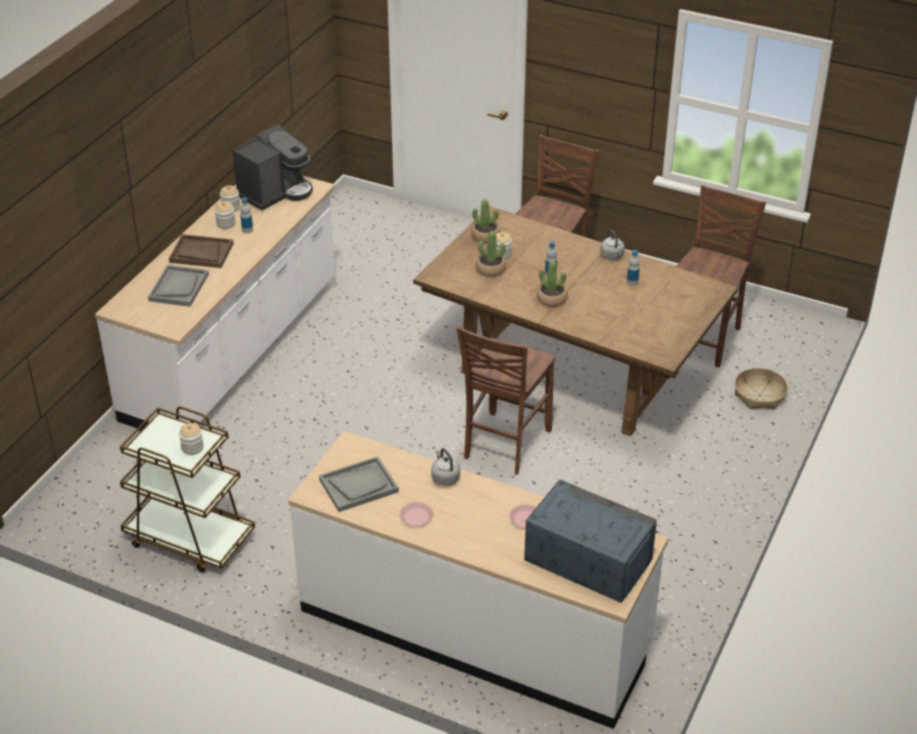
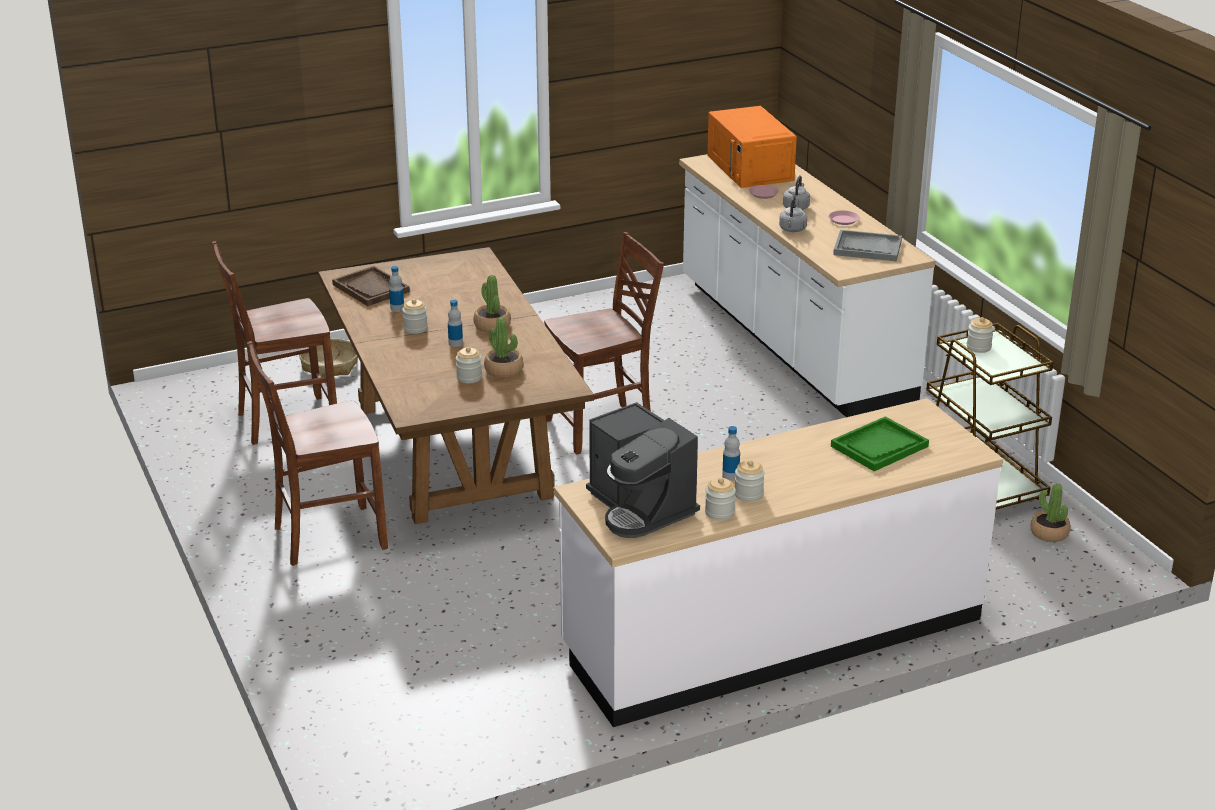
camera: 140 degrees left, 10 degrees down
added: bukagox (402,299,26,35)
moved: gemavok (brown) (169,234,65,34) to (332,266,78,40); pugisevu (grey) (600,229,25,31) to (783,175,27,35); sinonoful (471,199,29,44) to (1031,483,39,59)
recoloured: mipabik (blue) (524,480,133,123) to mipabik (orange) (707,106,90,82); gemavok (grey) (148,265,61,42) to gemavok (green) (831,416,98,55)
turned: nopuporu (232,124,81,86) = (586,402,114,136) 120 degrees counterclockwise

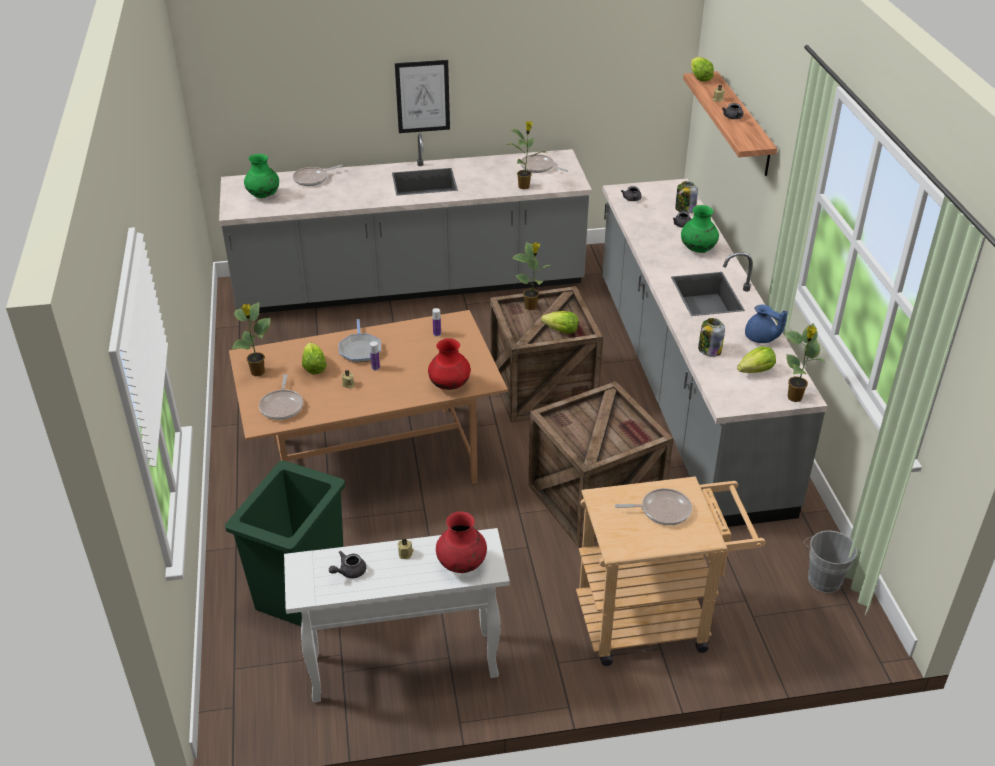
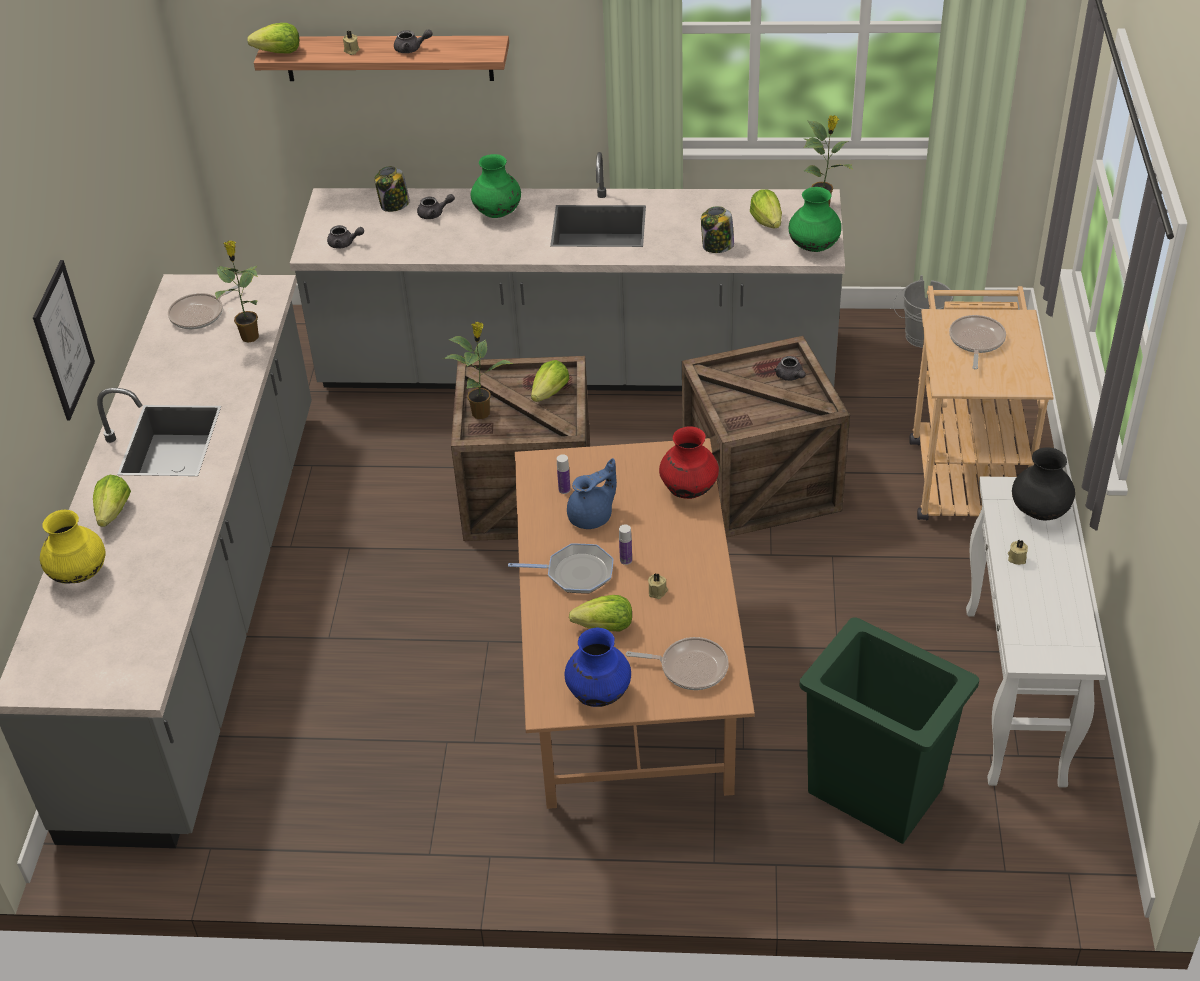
camera: 75 degrees left, 5 degrees up
added: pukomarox (93,475,38,52)
moved: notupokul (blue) (745,305,43,38) to (567,458,50,71); notupokul (grey) (329,551,37,27) to (774,356,32,25); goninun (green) (244,154,35,44) to (789,187,52,65)
replaced: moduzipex (293,165,50,21) to goninun (yellow) (40,510,66,74); sinonoful (231,302,39,74) to goninun (blue) (565,628,66,79)
recoloured: goninun (red) (436,511,51,62) to goninun (black) (1012,447,63,73)

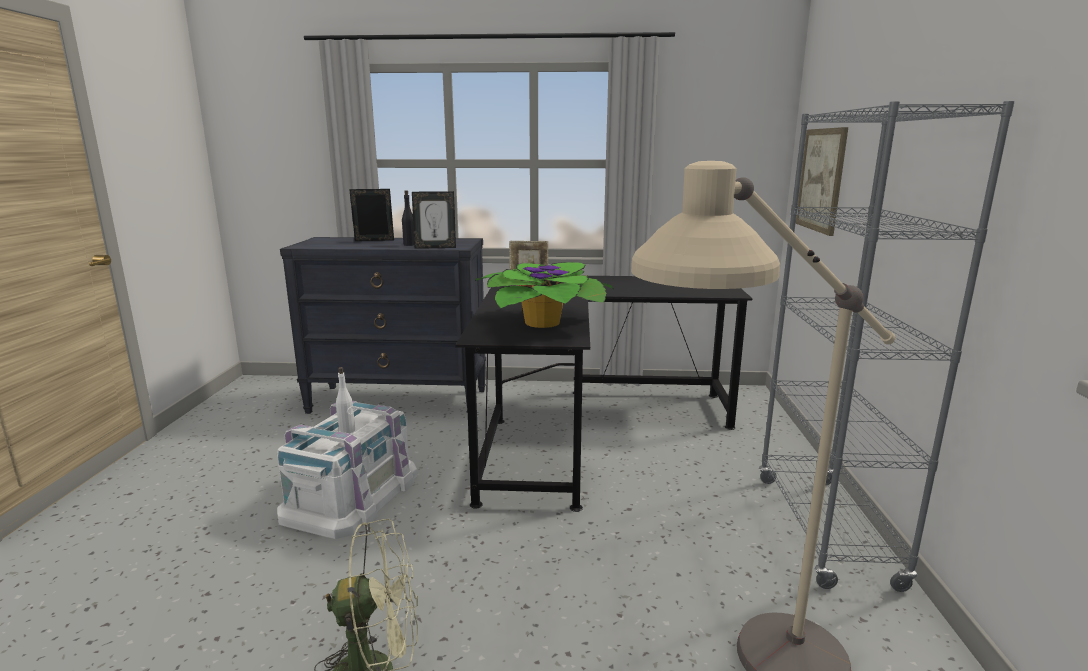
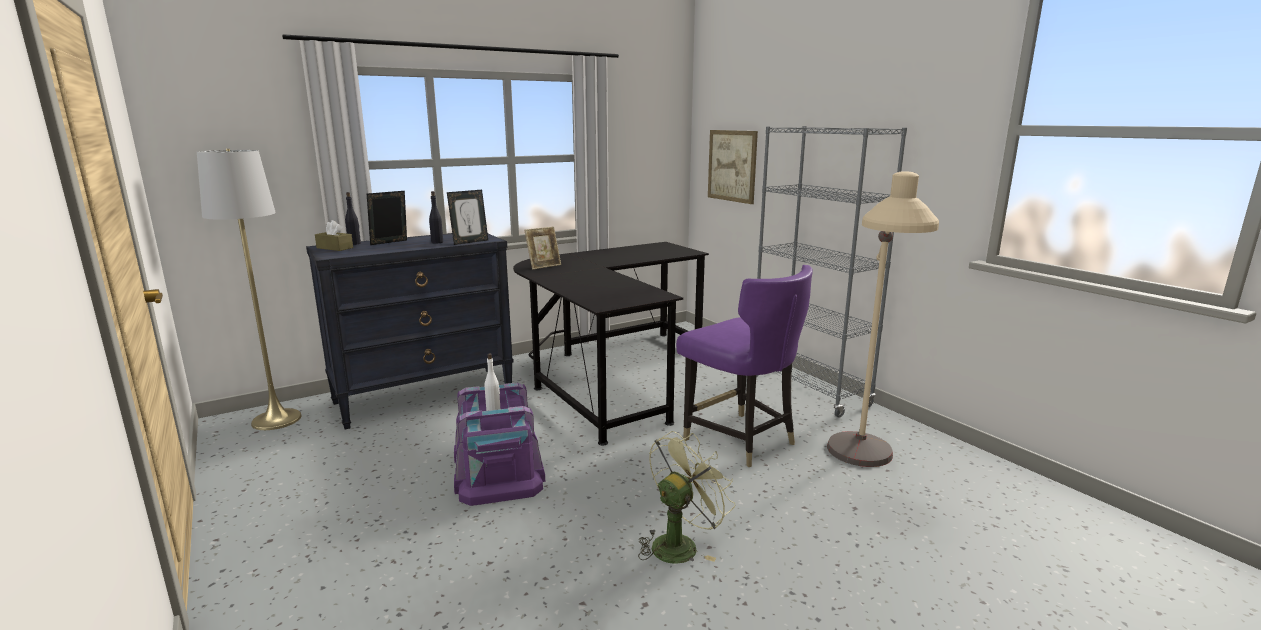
camera: 35 degrees left, 0 degrees up
removed: sinonoful (475,262,139,66)
added: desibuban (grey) (197,149,105,281); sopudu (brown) (315,220,38,31); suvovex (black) (345,192,16,53); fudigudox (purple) (676,265,137,202)
recoloured: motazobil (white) (277,401,140,138) to motazobil (purple) (454,382,91,124)

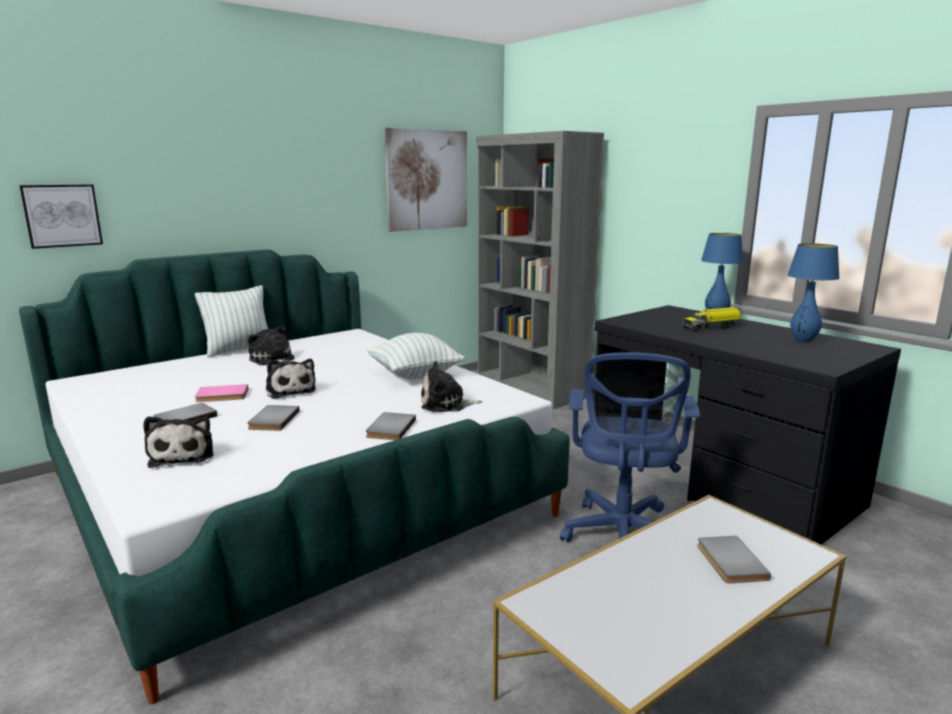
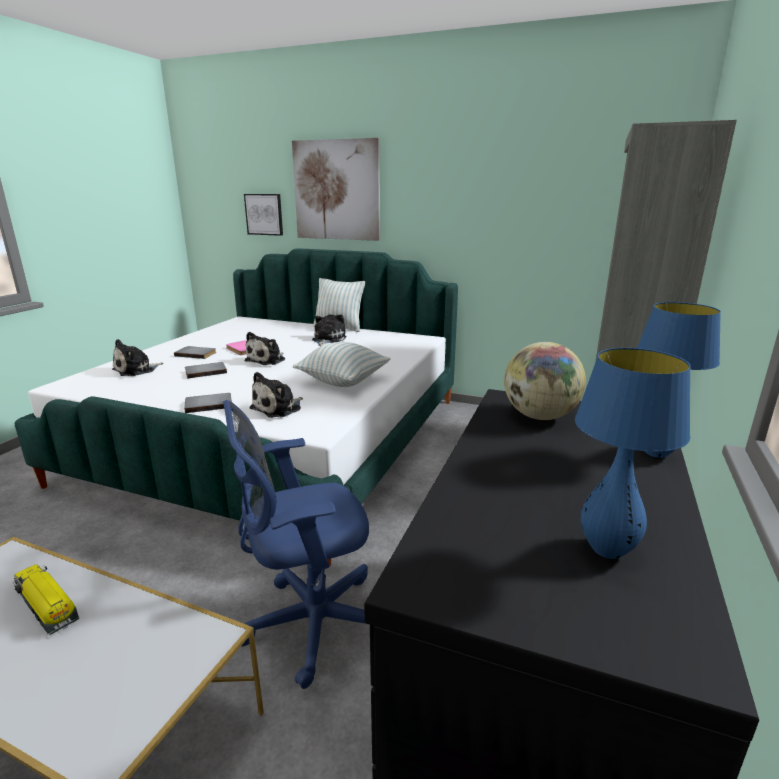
camera: 60 degrees right, 5 degrees up
removed: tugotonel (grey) (697,536,74,47)
added: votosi (504,342,82,78)
moved: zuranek (683,307,59,25) to (13,564,66,71); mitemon (384,128,83,104) to (292,138,88,103)
turned: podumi (421,361,61,51) = (250,372,53,46) 105 degrees counterclockwise

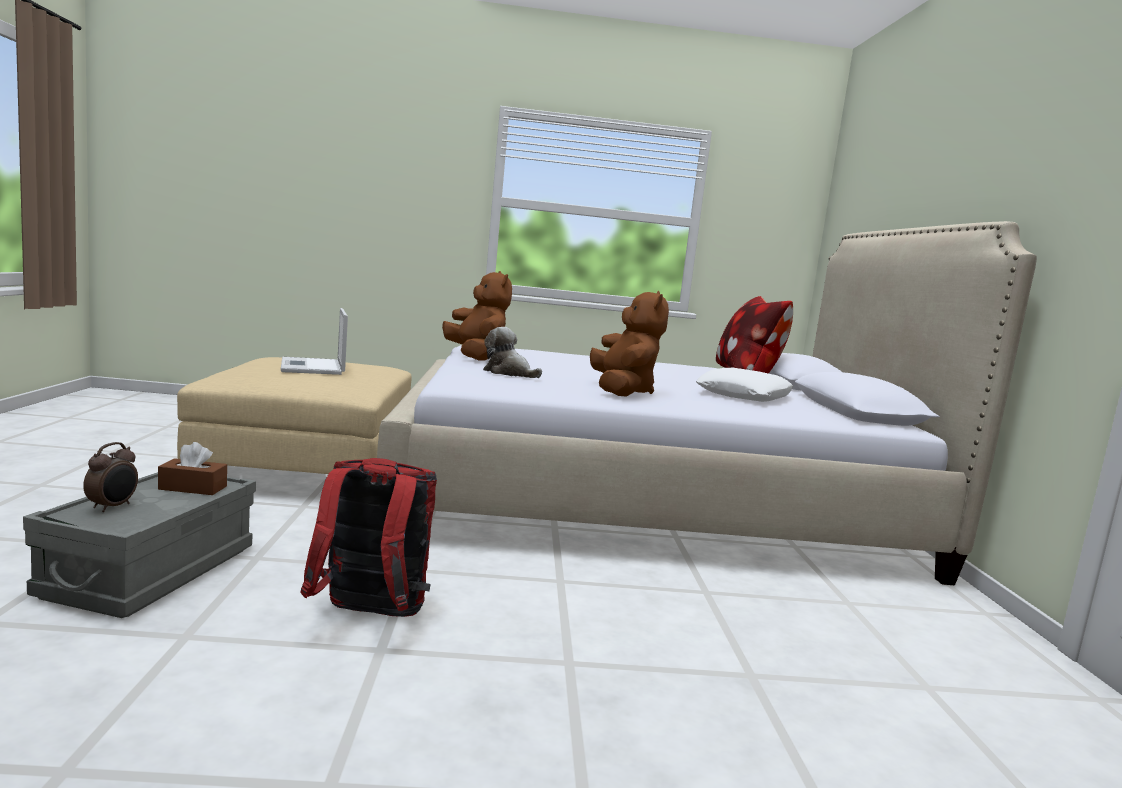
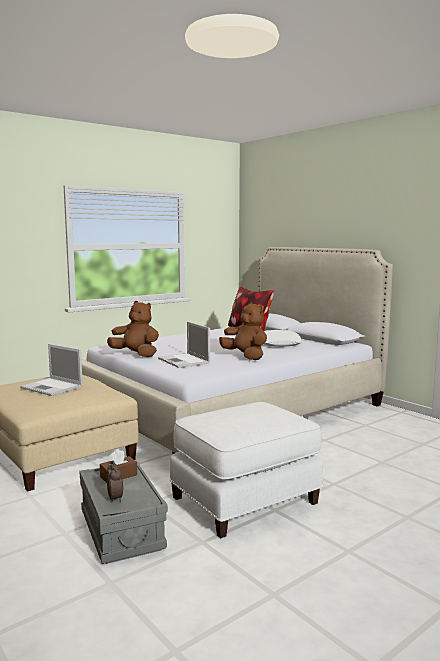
camera: 35 degrees left, 0 degrees up
replaced: podumi (483,327,59,51) to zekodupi (158,322,52,46); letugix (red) (300,458,137,159) to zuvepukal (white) (170,402,153,136)

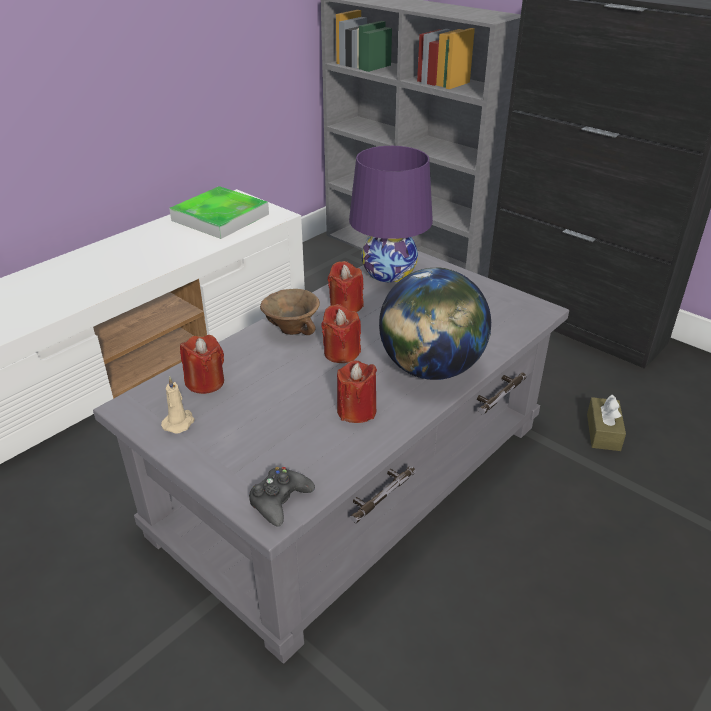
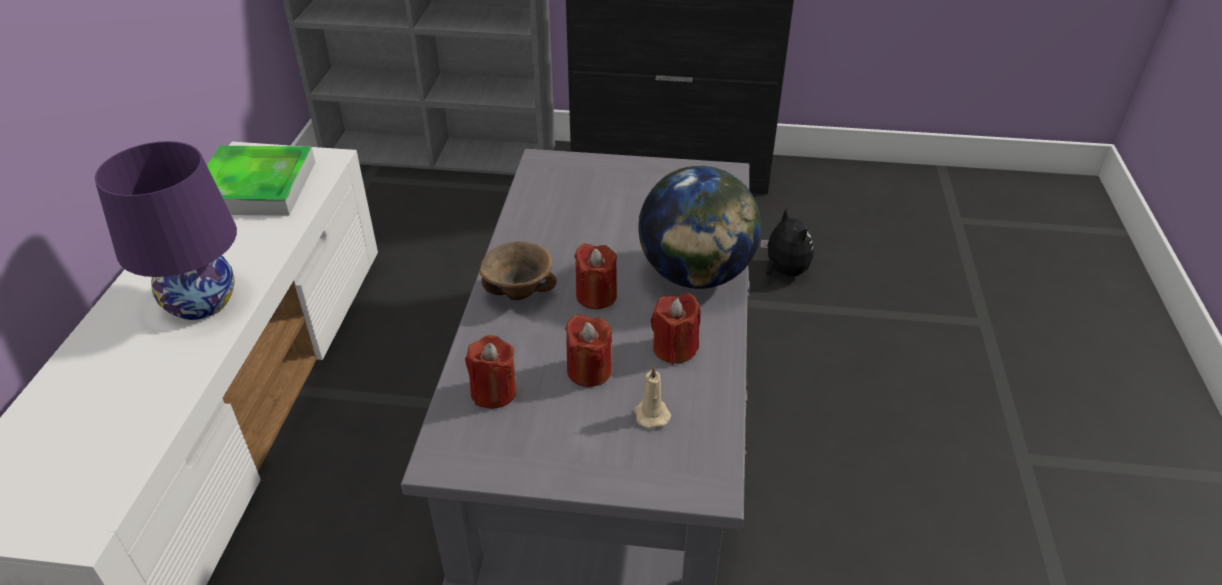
camera: 35 degrees left, 5 degrees up
removed: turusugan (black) (249,467,66,59)
moved: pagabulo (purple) (349,146,84,136) to (95,141,142,179); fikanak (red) (328,261,36,51) to (565,314,47,73); fikanak (beige) (161,377,34,57) to (634,365,37,64)
replaced: sopudu (brown) (587,394,39,57) to podumi (760,209,53,67)

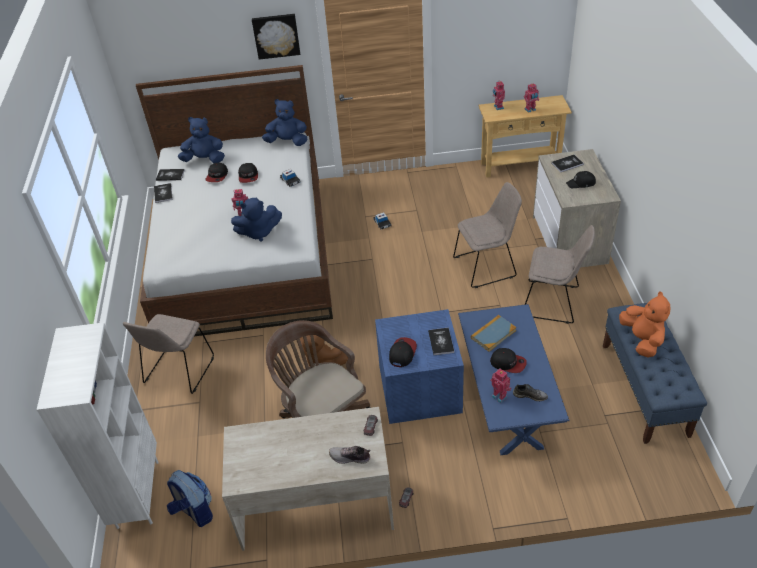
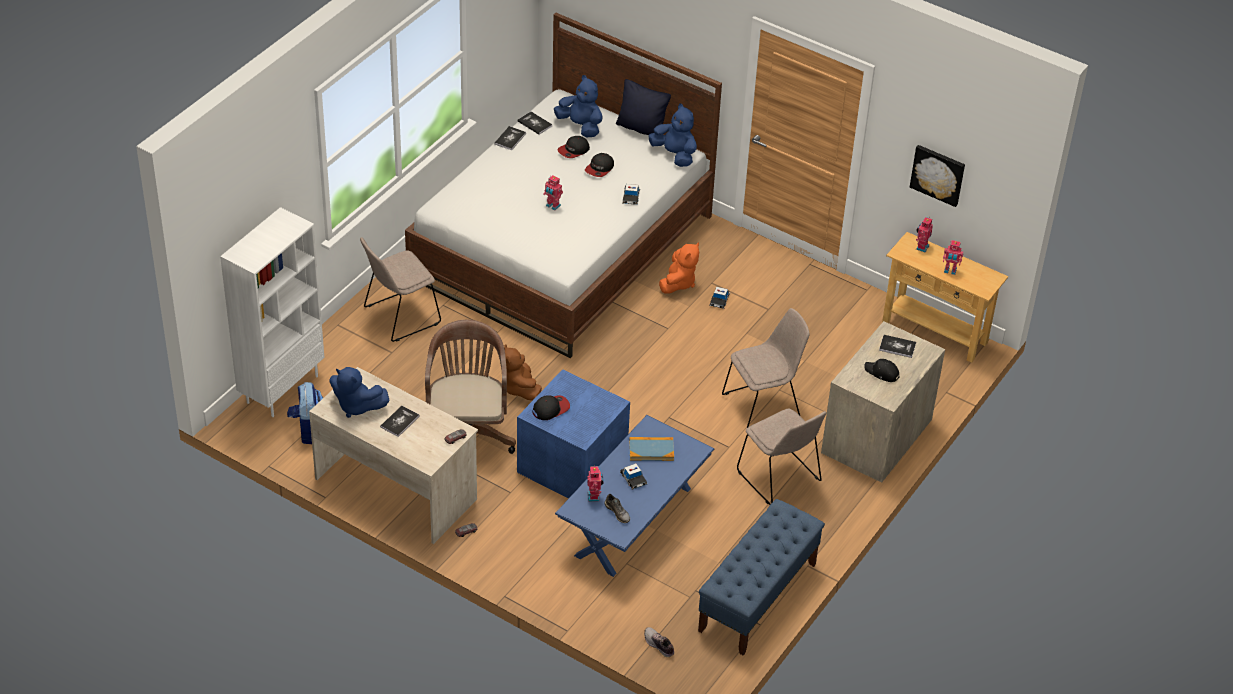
camera: 35 degrees right, 0 degrees up
added: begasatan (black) (616,79,55,56)
moved: podumi (blue) (231,198,51,43) to (329,367,61,51); tugotonel (428,327,26,28) to (380,406,40,31); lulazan (329,446,41,18) to (644,627,30,30); podumi (orange) (619,291,51,66) to (659,242,40,51); mitemon (252,14,48,46) to (910,145,55,62)
replaced: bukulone (490,348,37,25) to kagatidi (620,463,27,27)
turned: fudigudox (beige) (453,182,69,106) = (722,308,88,120) 45 degrees counterclockwise

